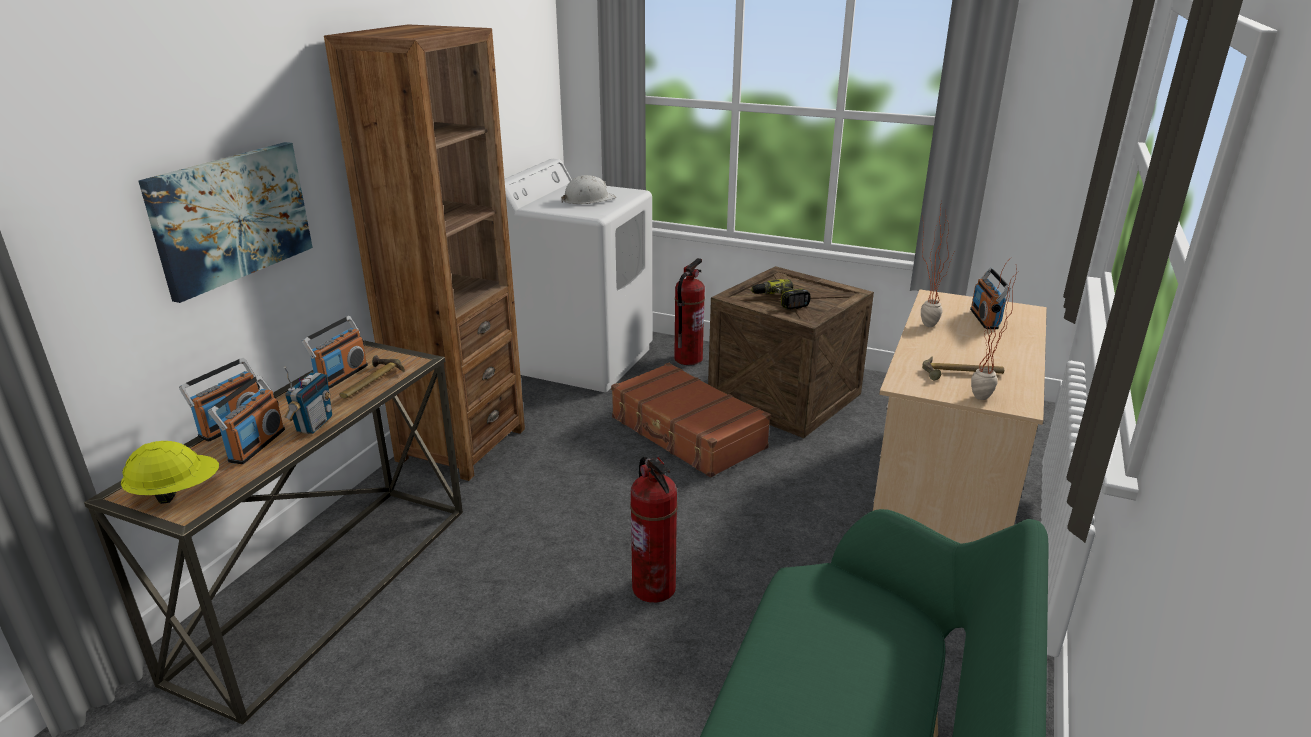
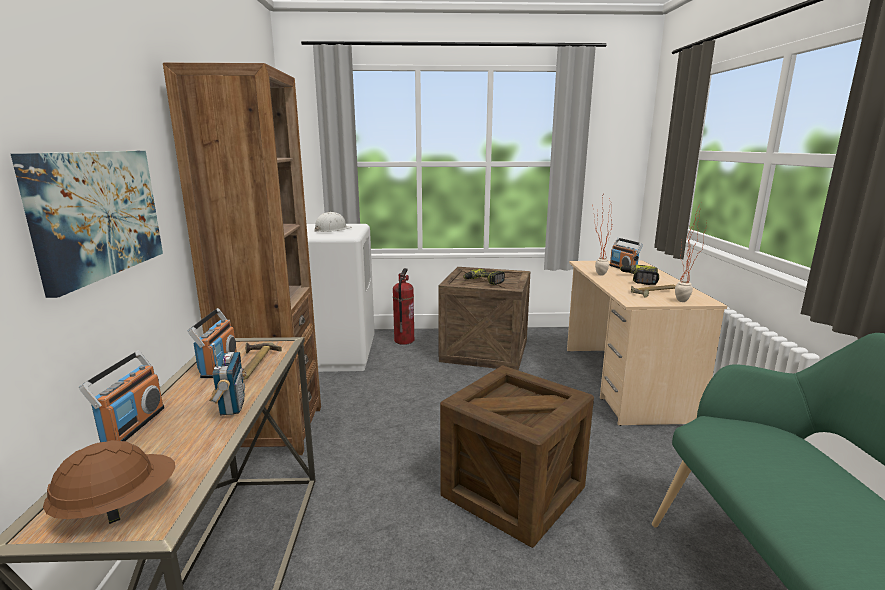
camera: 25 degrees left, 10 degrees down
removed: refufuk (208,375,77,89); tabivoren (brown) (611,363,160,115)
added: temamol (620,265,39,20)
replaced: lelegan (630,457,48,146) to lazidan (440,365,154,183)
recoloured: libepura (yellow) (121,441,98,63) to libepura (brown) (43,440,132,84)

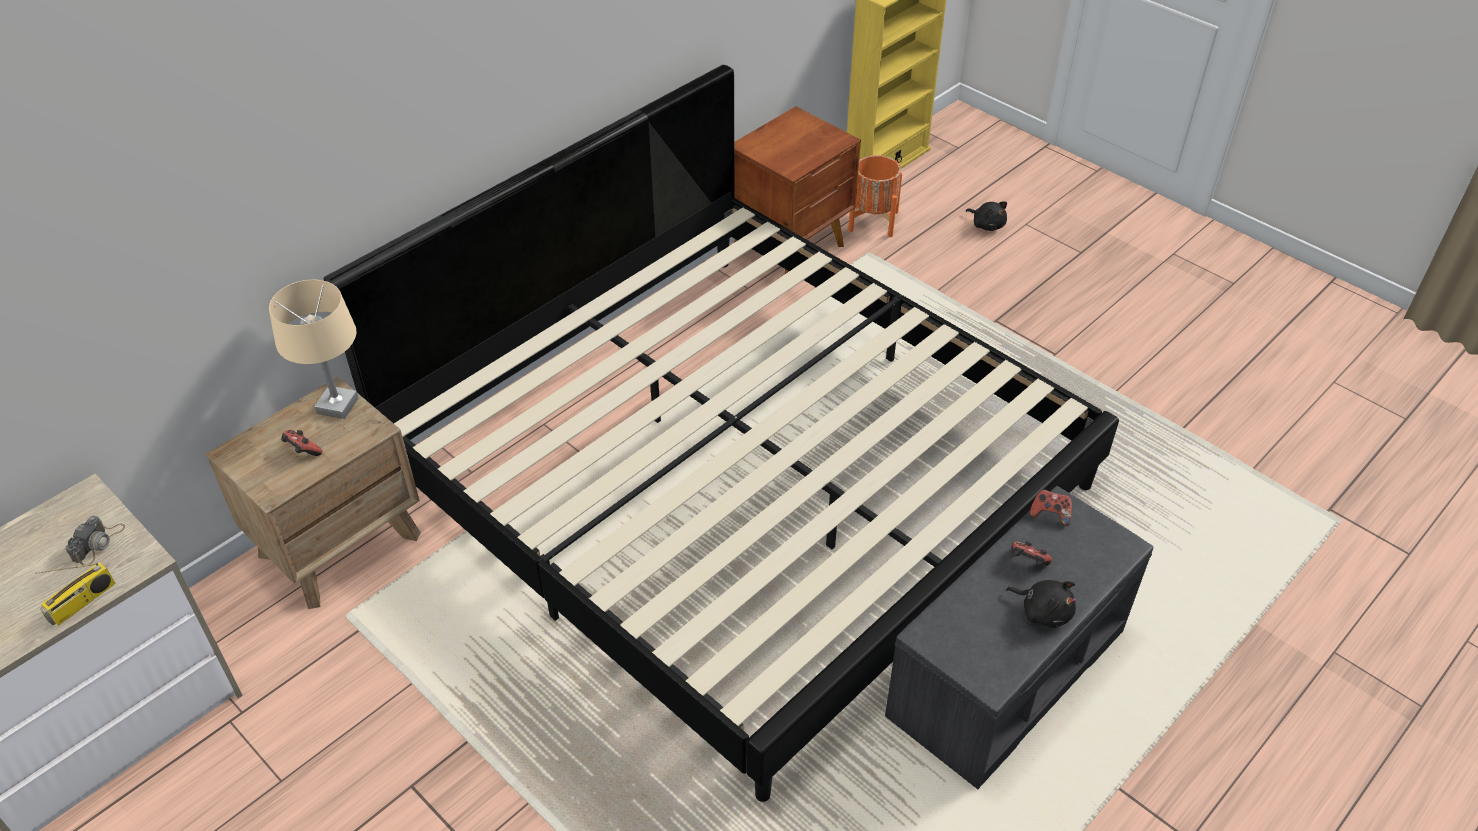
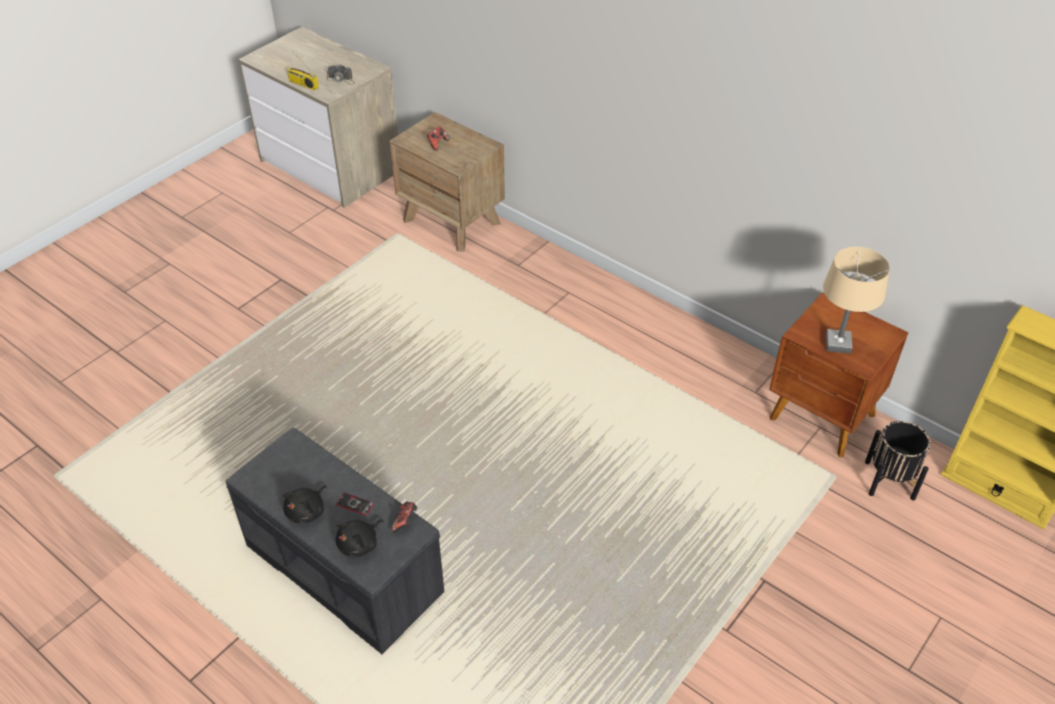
camera: 85 degrees right, 0 degrees up
removed: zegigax (323,65,796,737)
moved: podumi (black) (966,201,41,30) to (336,519,48,37); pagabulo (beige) (269,280,89,139) to (823,247,67,107)
replaced: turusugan (1011,541,41,25) to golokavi (336,493,38,22)
recoloured: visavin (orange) (848,155,54,82) to visavin (black) (865,421,66,79)

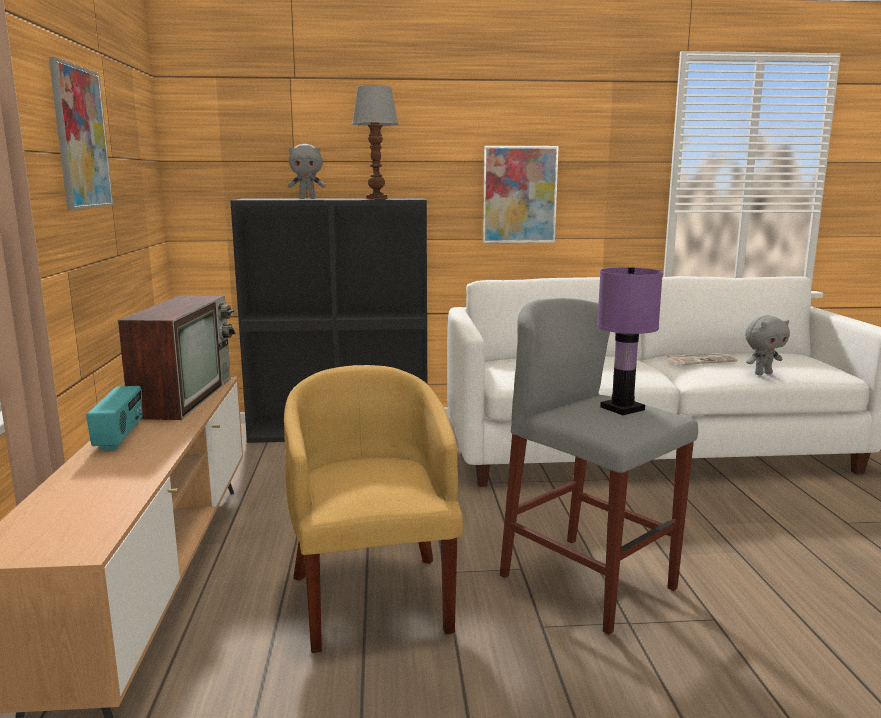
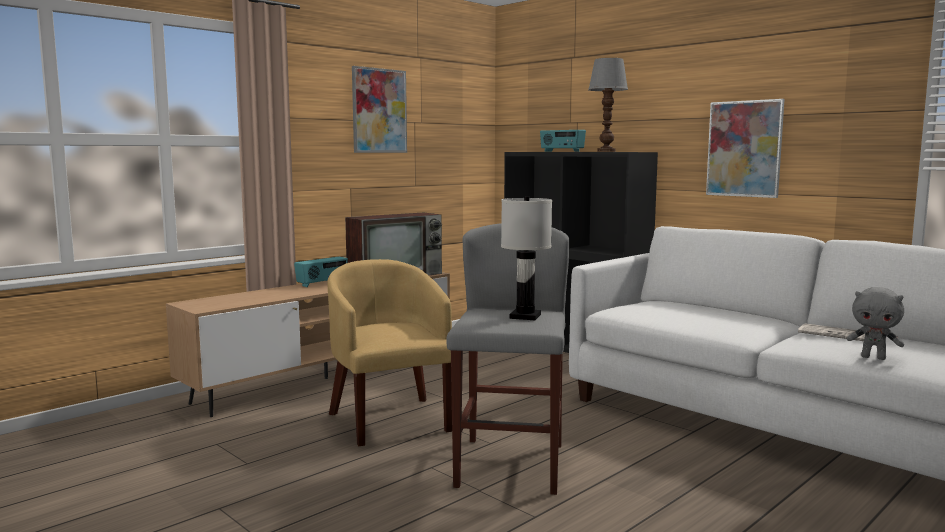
camera: 50 degrees right, 5 degrees down
replaced: podumi (grey) (288,144,38,55) to refufuk (540,130,46,22)
recoloured: pagabulo (purple) (597,267,66,148) to pagabulo (white) (501,196,51,124)
turned: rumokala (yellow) (284,365,179,288) = (328,259,124,187) 60 degrees counterclockwise

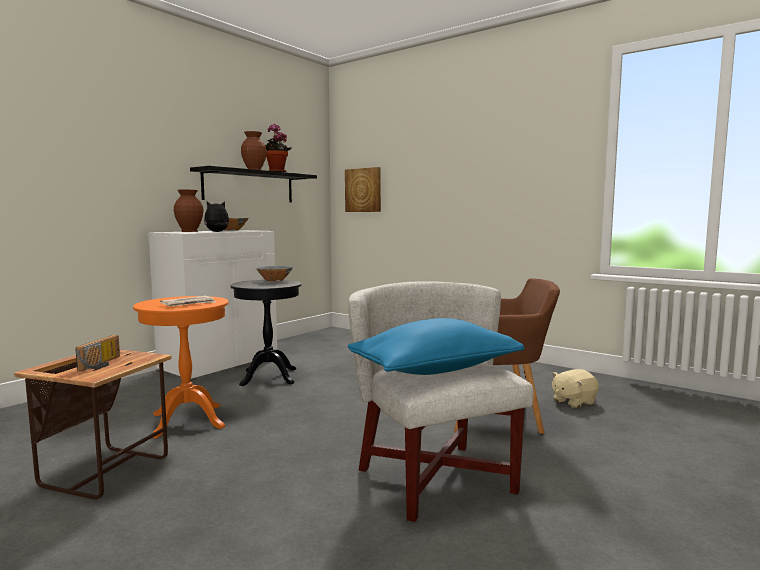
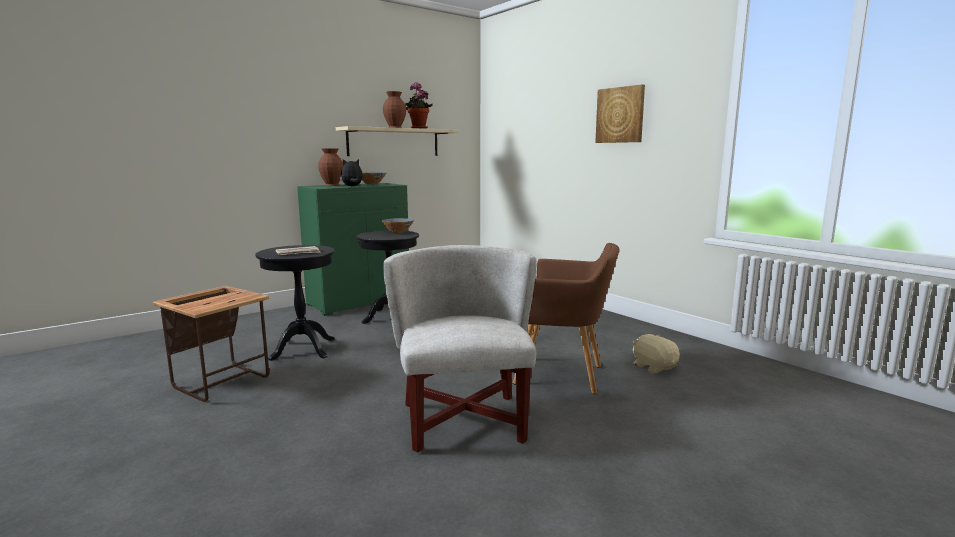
camera: 15 degrees right, 5 degrees up
removed: refufuk (75,335,45,36); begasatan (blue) (348,318,176,57)
moved: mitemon (345,167,36,45) to (595,84,50,59)
recoloured: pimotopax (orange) (133,296,96,143) to pimotopax (black) (255,245,80,116); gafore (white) (148,230,129,151) to gafore (green) (297,183,112,133); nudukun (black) (190,166,127,37) to nudukun (beige) (336,126,123,30)
turned: podumi (beige) (552,369,47,39) = (633,334,47,40) 75 degrees clockwise

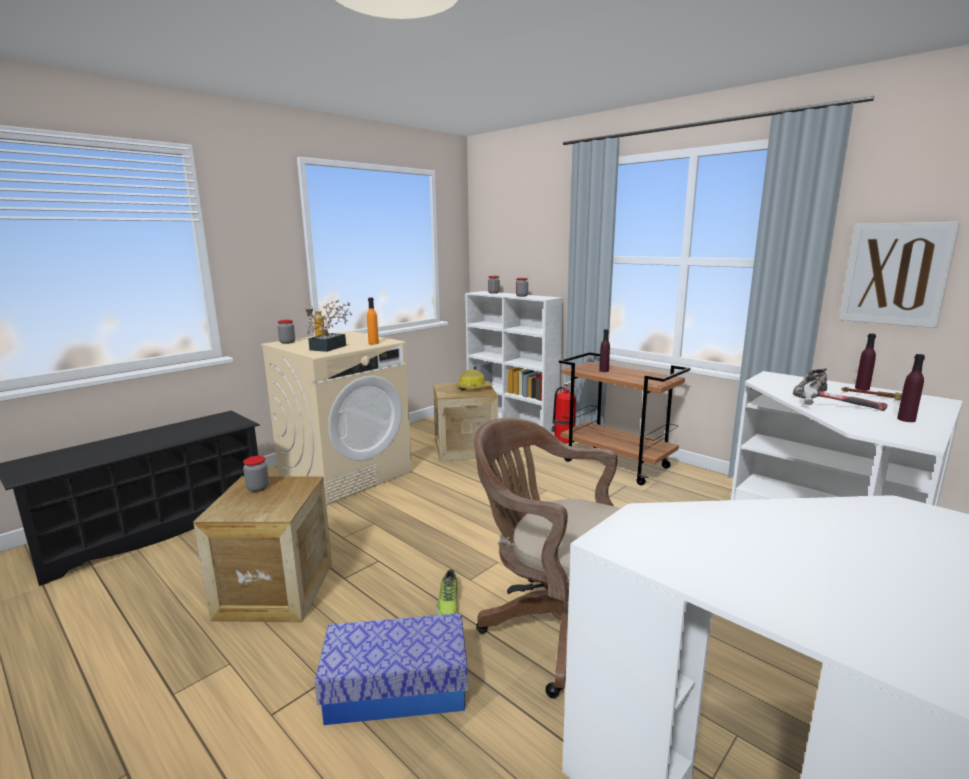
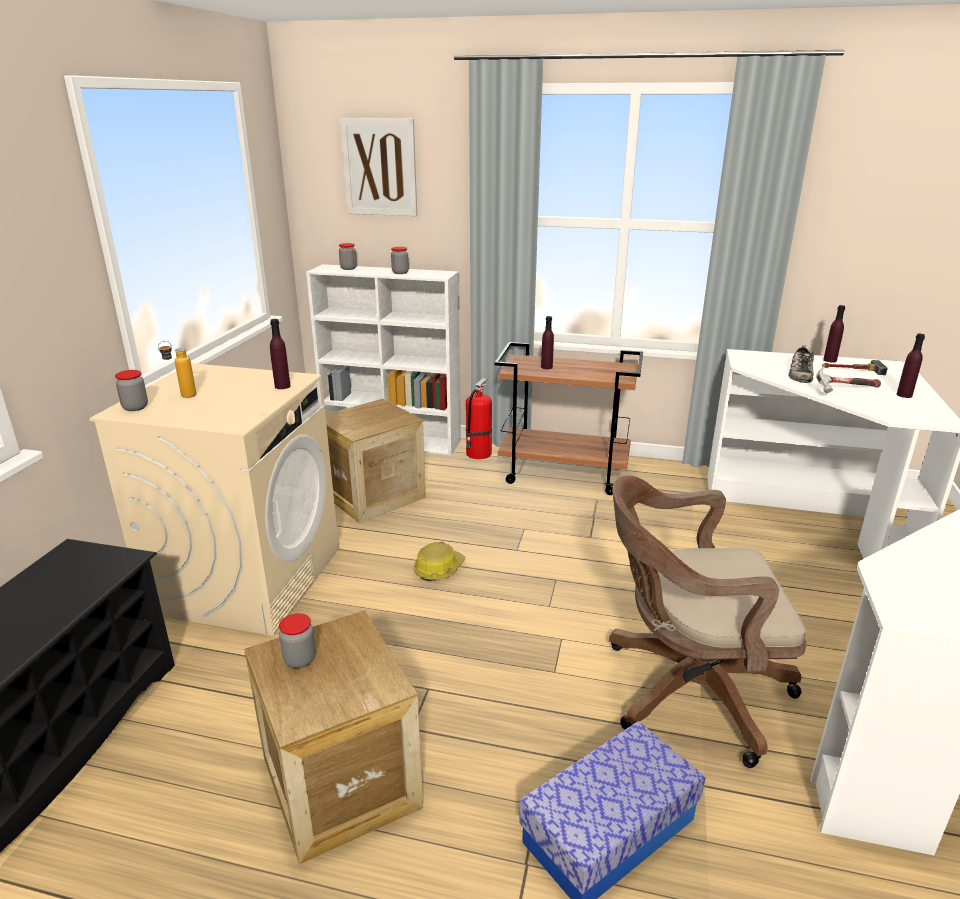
camera: 30 degrees left, 10 degrees up
removed: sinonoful (306,300,46,52); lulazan (436,570,23,45)
moved: mitemon (839,222,121,106) to (341,118,76,98); libepura (457,369,36,21) to (414,542,51,39)
recoloured: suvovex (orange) (367,298,12,47) to suvovex (purple) (270,319,21,70)

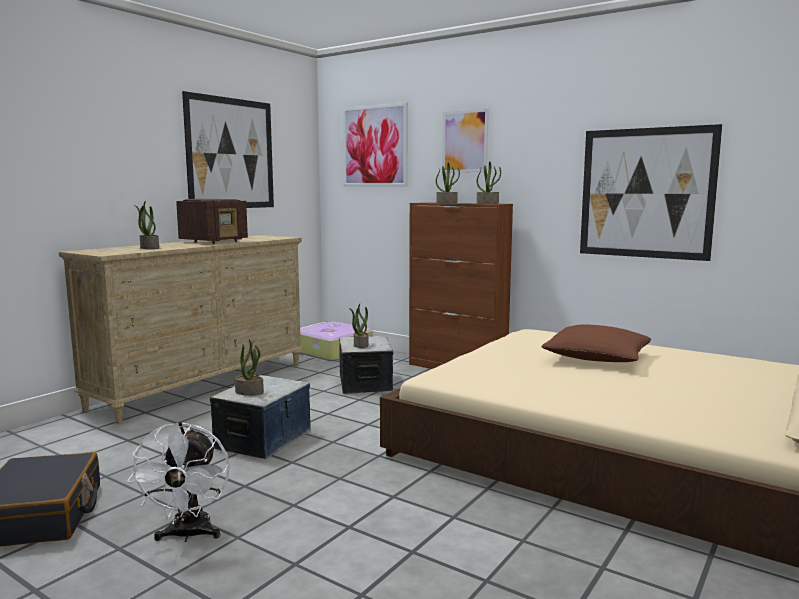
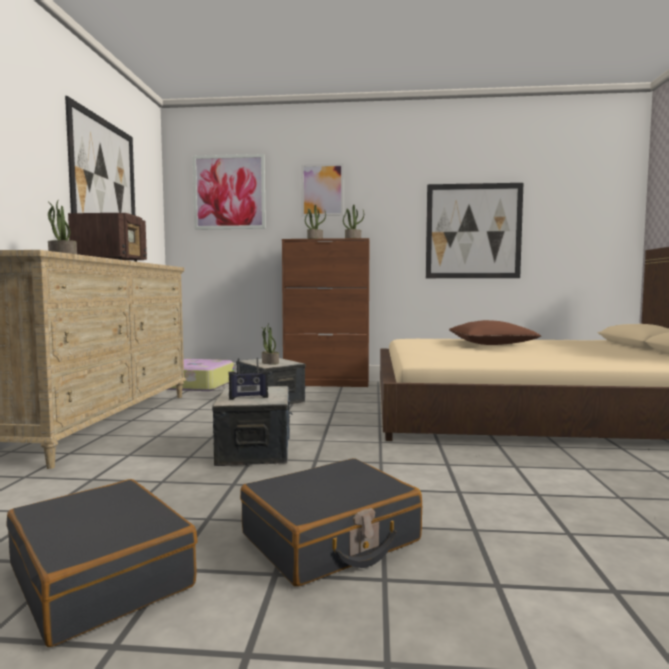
camera: 30 degrees left, 5 degrees down
replaced: sinonoful (235,339,29,57) to refufuk (228,358,40,42); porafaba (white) (127,422,103,120) to tabivoren (black) (240,458,182,129)

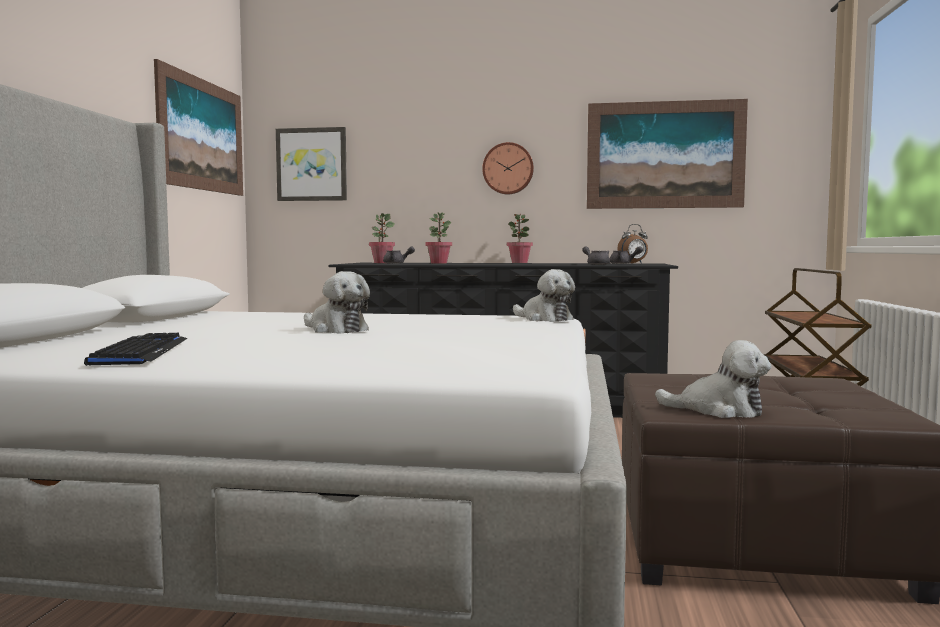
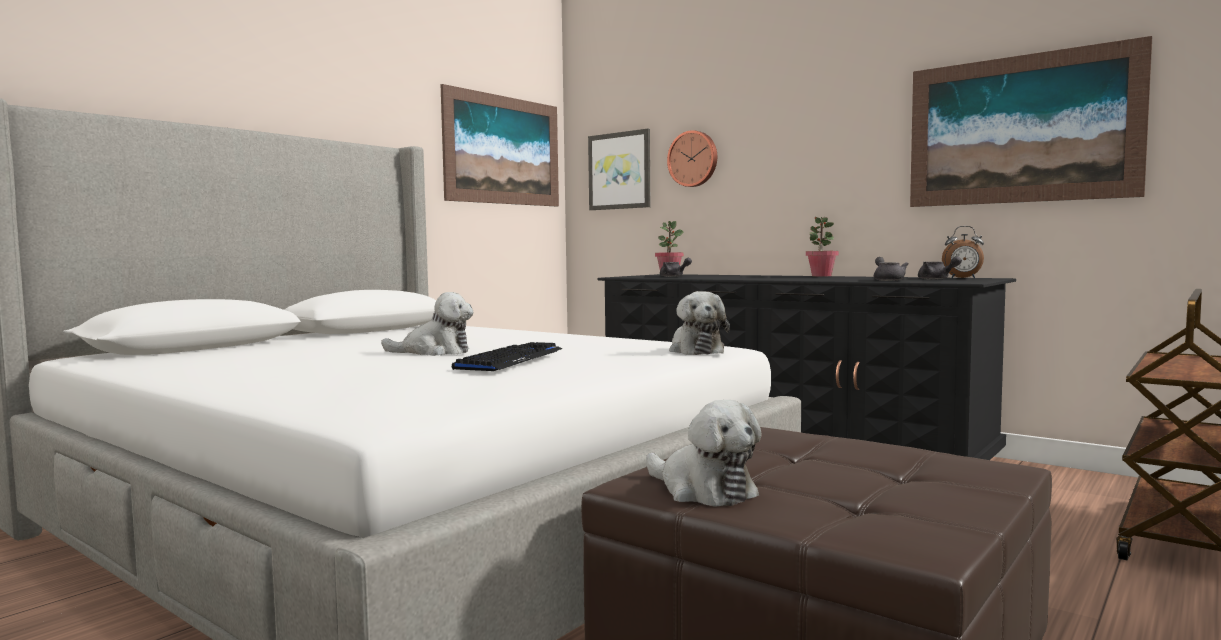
camera: 30 degrees right, 0 degrees up
removed: sinonoful (426,213,26,51)
moved: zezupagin (84,333,104,33) to (452,342,111,29); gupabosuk (482,142,52,53) to (667,130,50,57)
turned: podumi (304,271,66,63) = (381,292,92,64) 75 degrees counterclockwise

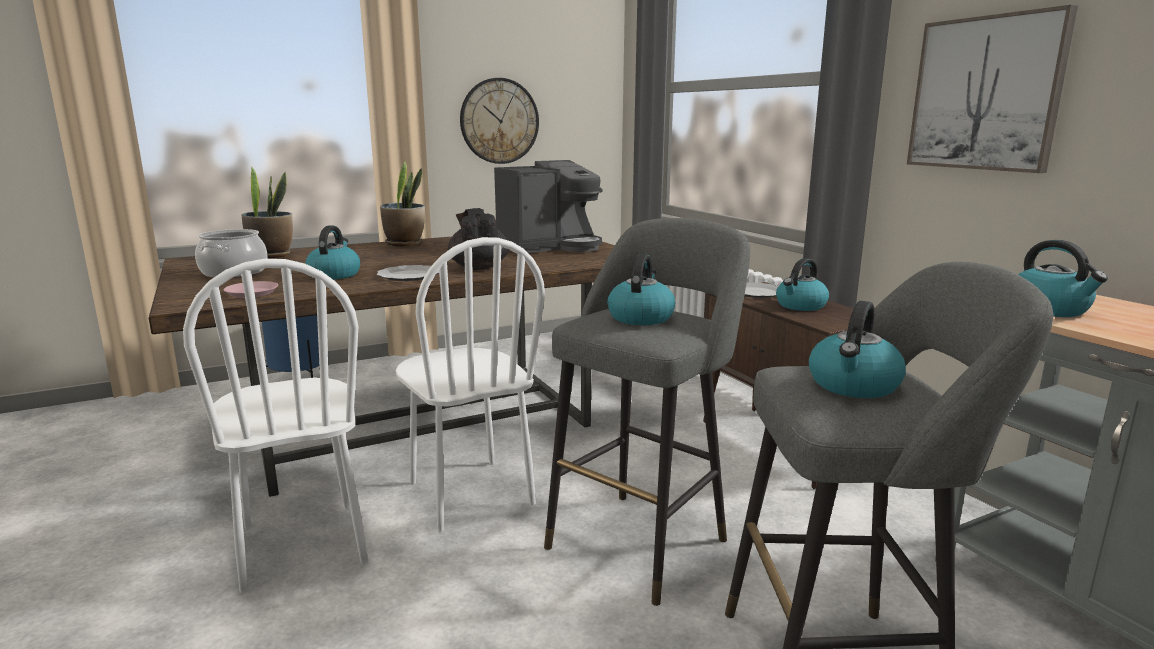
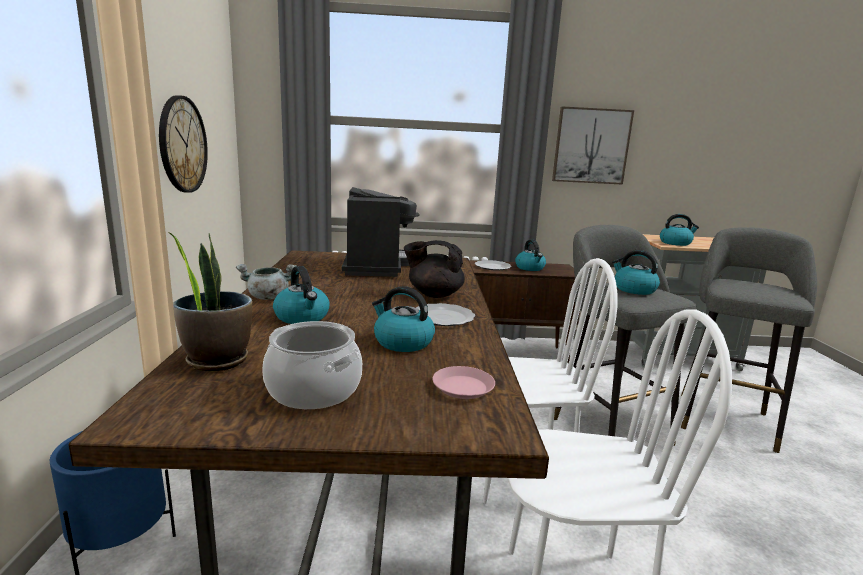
camera: 65 degrees left, 0 degrees up
moved: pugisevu (809,301,97,97) to (273,266,56,58)
replaced: sinonoful (380,162,45,85) to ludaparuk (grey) (236,264,61,36)

